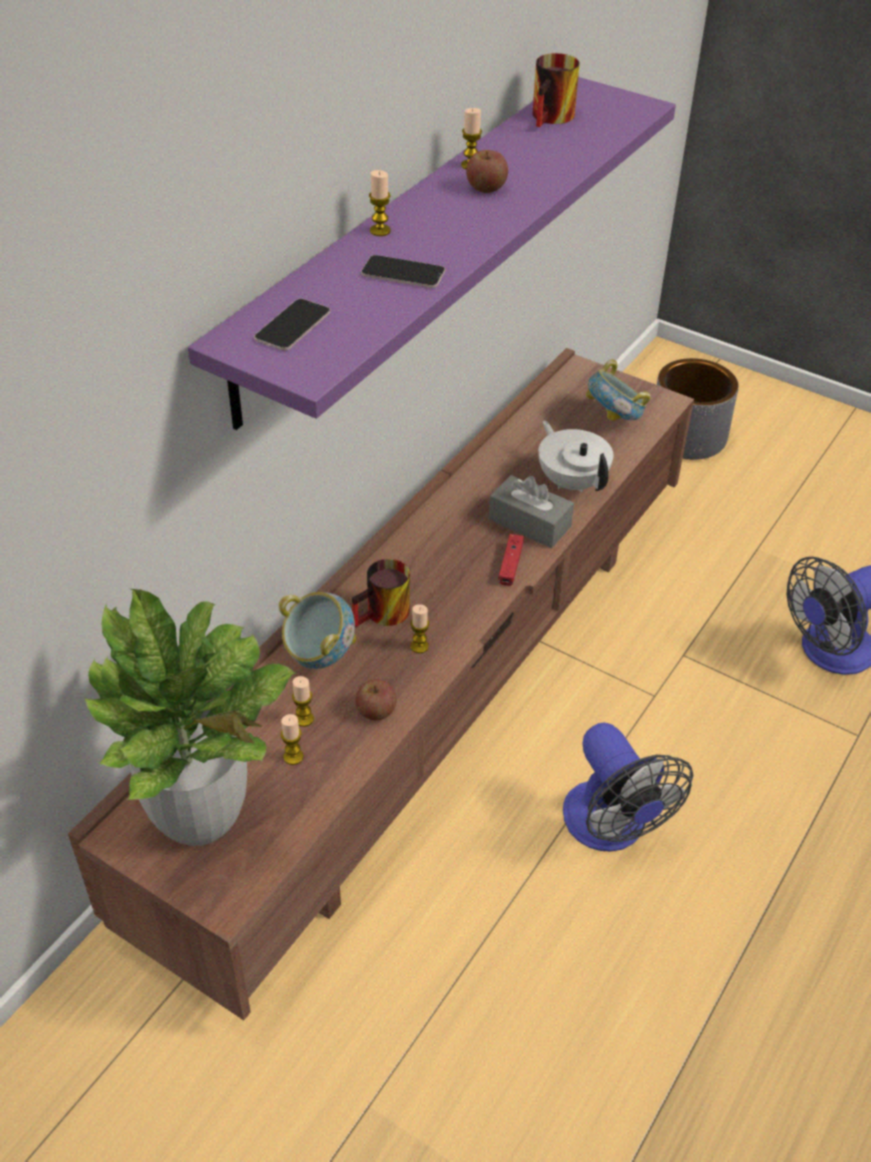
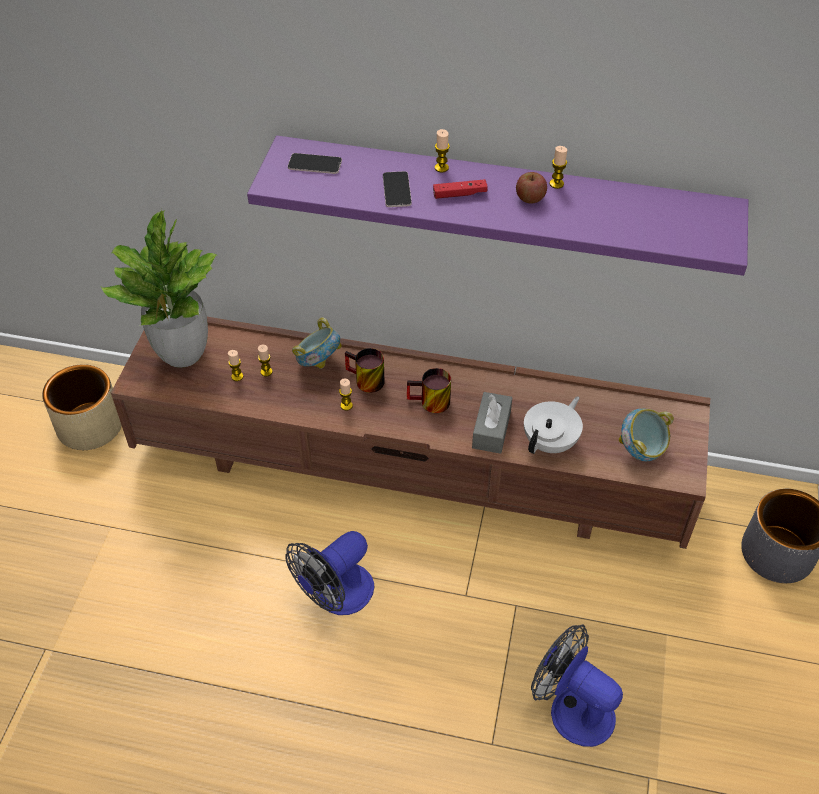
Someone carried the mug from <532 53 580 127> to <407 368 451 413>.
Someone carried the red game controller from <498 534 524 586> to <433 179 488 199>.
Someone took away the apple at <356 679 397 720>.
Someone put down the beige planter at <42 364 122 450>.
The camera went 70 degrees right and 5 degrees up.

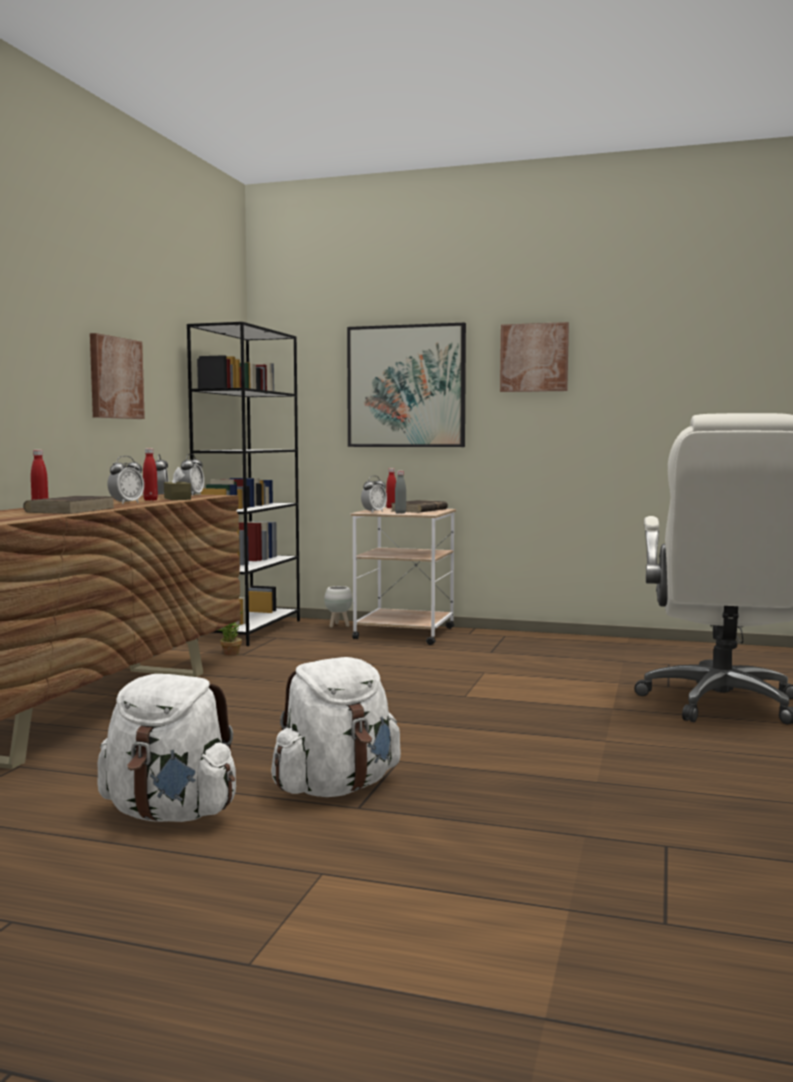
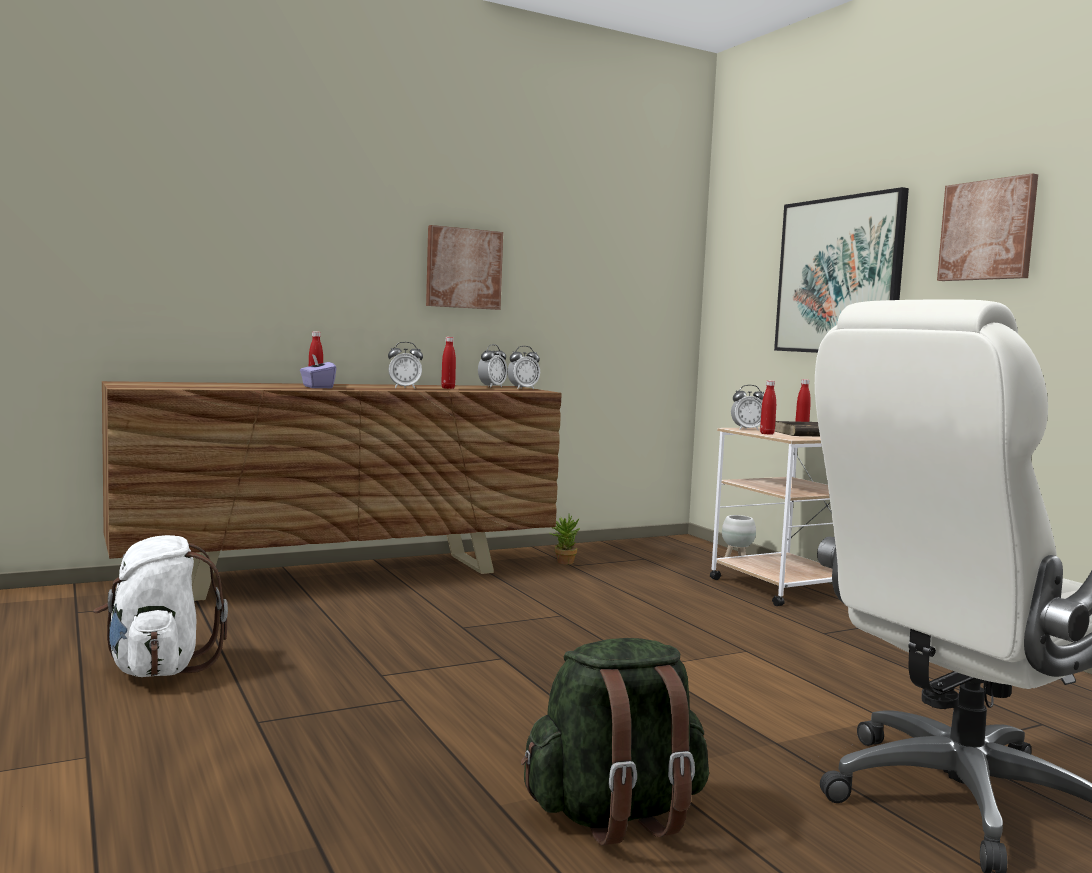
Someone took away the white bookcase at <187 322 300 646>.
Someone took away the brown tissue box at <164 467 191 500>.
Someone repainted the grey bottle at <395 471 406 514>, which became the red bottle at <760 380 776 435>.
Someone swapped the brown book at <23 496 114 514> for the purple tissue box at <300 354 336 388>.
Someone took away the white backpack at <271 657 401 797>.
Someone put down the green backpack at <521 638 709 845>.
The camera went 45 degrees right and 0 degrees up.

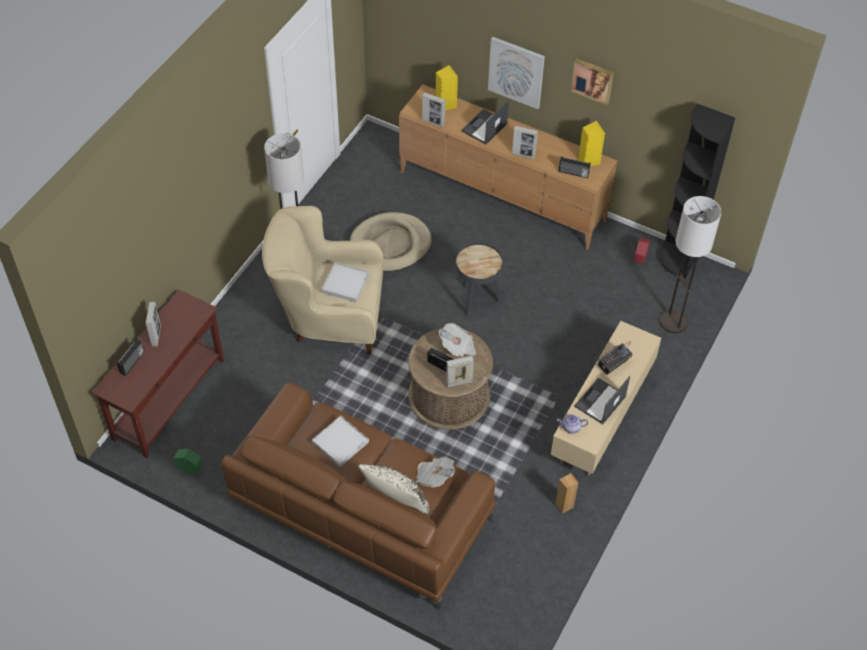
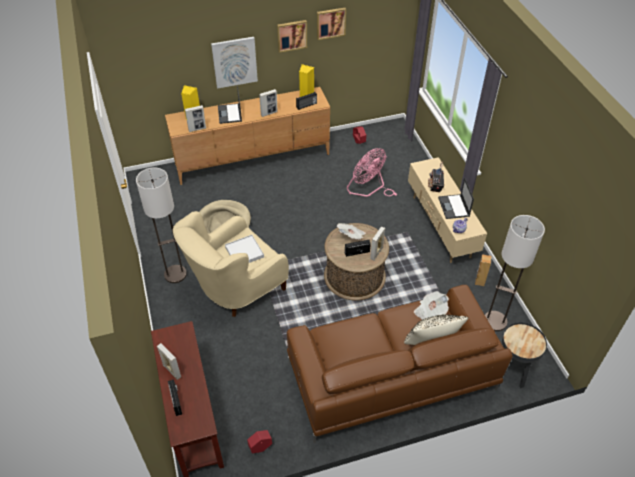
Someone took away the black bookcase at <660 104 735 279>.
Someone carried the floor lamp from <660 196 722 333> to <485 215 545 331>.
Someone carried the black side table from <456 243 503 316> to <502 323 547 388>.
Someone took away the white tray at <312 416 369 467>.
Someone repainted the green planter at <173 449 203 474>, which became the red planter at <247 430 272 454>.
Someone put up the picture at <317 8 346 40>.
Someone put down the pink fan at <347 148 397 197>.
The camera went 45 degrees left and 5 degrees down.

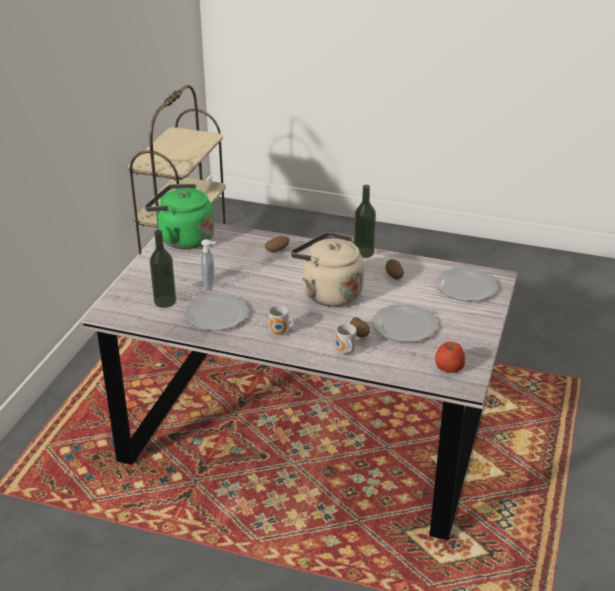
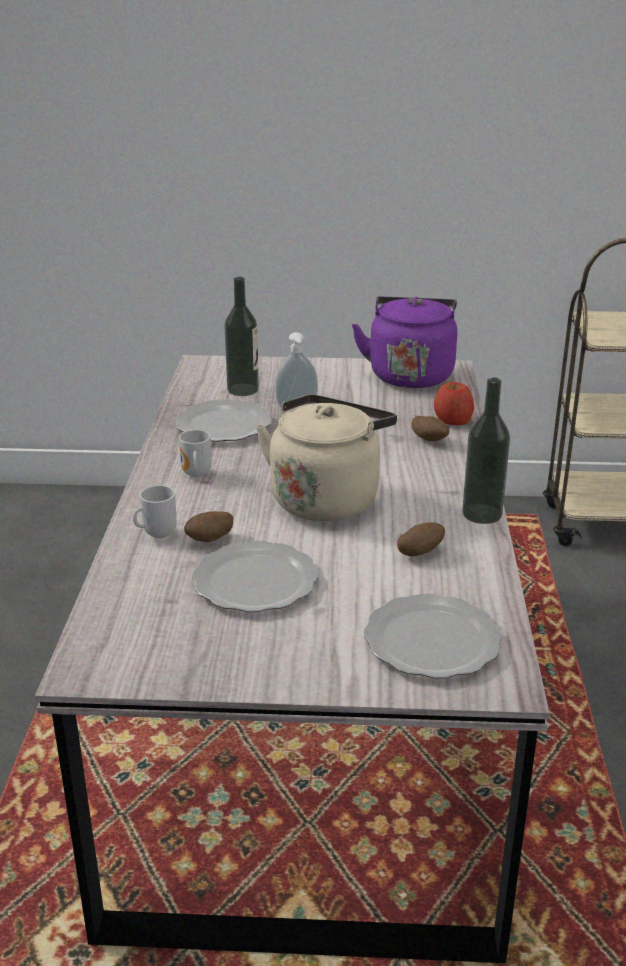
Someone repainted the green kettle at <145 184 214 249>, which became the purple kettle at <352 297 457 388>.
Someone carried the apple from <435 342 465 373> to <434 382 474 426>.
The camera went 75 degrees right and 5 degrees down.

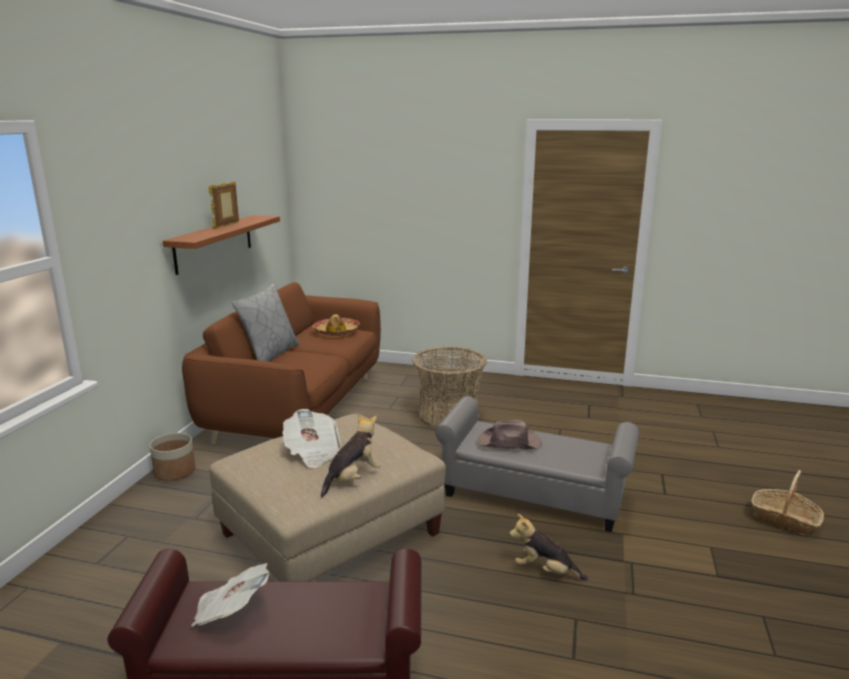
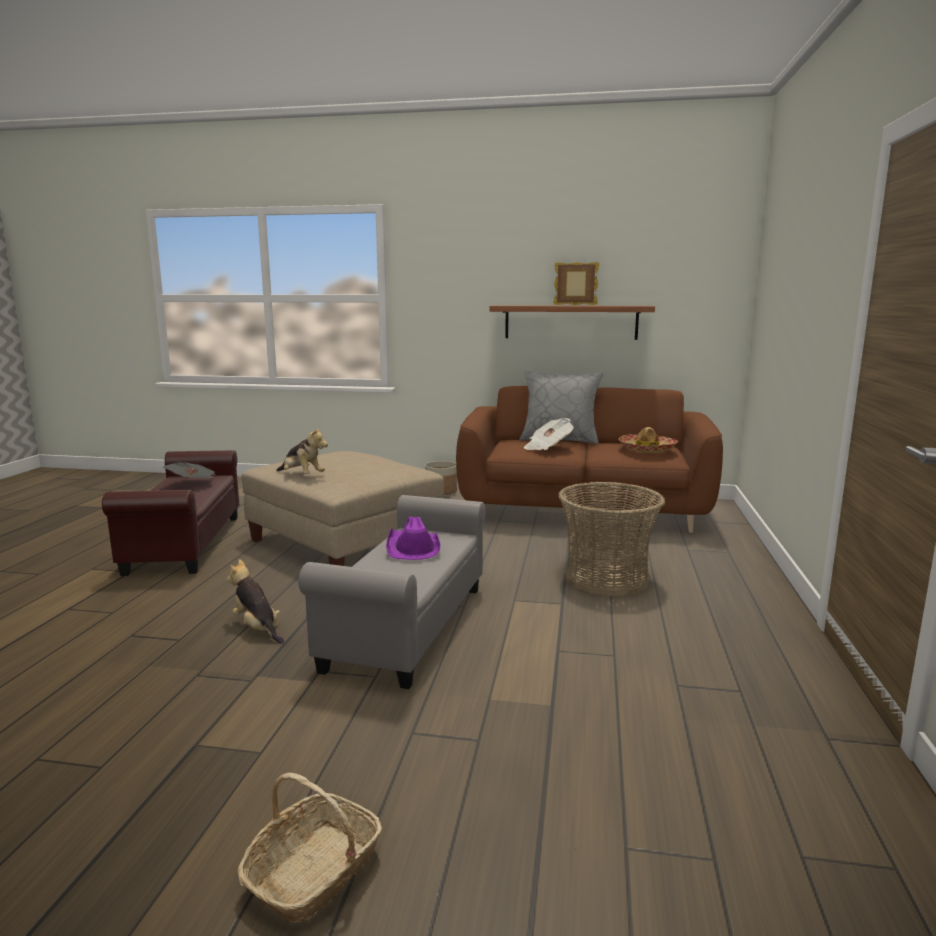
Someone carried the newspaper from <282 409 341 468> to <524 418 574 450>.
Someone repainted the brown hat at <477 420 542 450>, which became the purple hat at <386 517 440 560>.
Someone rotated the plush toy at <509 513 588 580> by 60 degrees counterclockwise.
The camera went 85 degrees right and 5 degrees down.

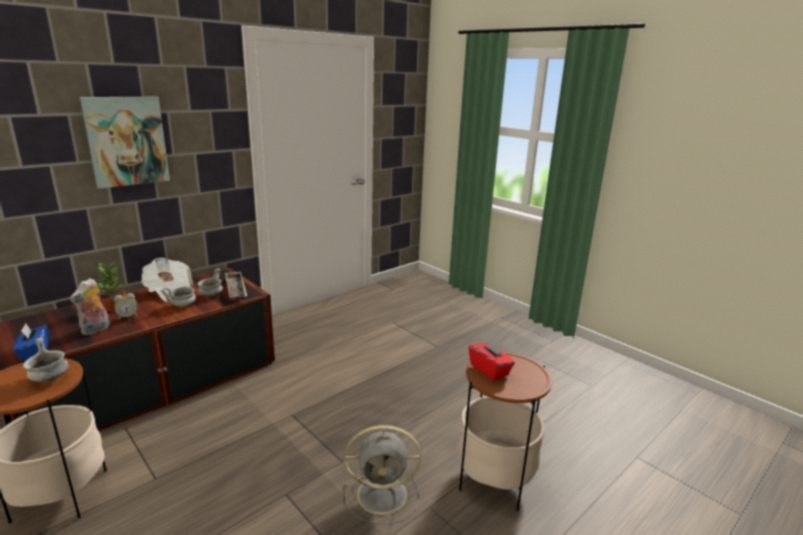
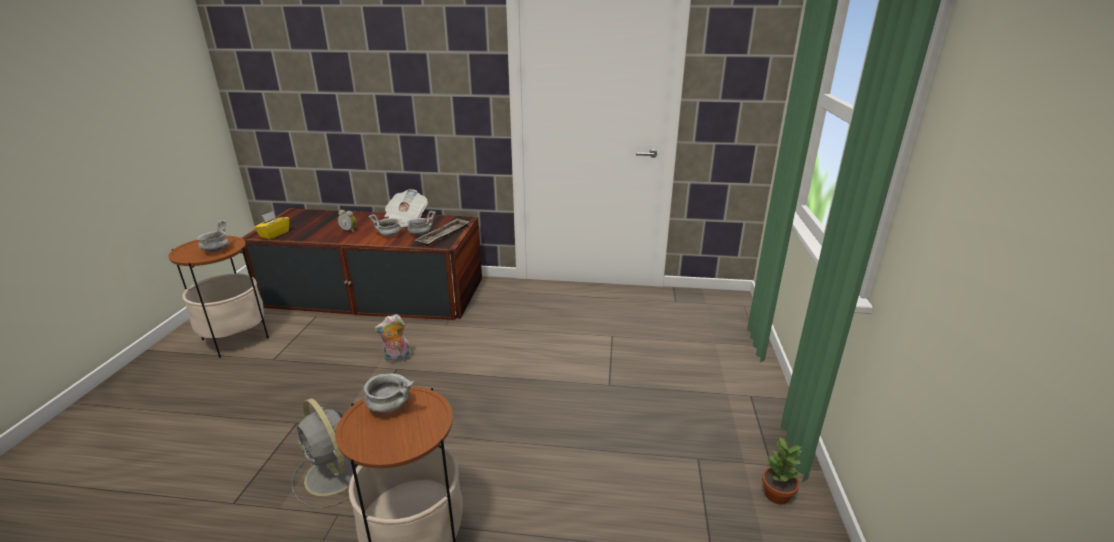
Someone took away the picture at <80 97 170 189>.
Someone carried the potted plant from <95 262 126 311> to <762 436 803 505>.
Someone carried the plush toy from <70 278 110 336> to <374 314 411 363>.
Someone repainted the blue tissue box at <13 324 49 361>, which became the yellow tissue box at <254 211 289 239>.
Someone swapped the red tissue box at <469 338 515 381> for the grey bowl at <364 374 414 413>.
The camera went 50 degrees right and 5 degrees up.

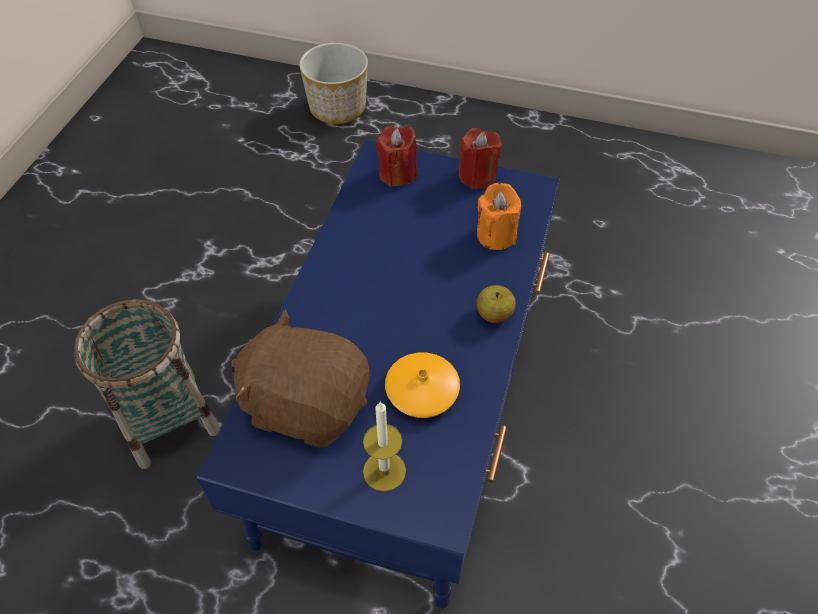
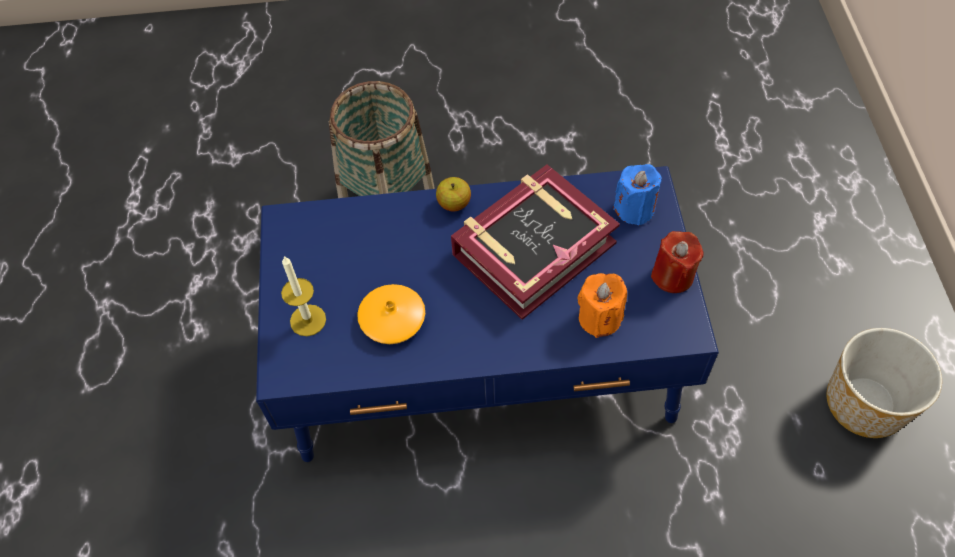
Someone carried the planter from <299 43 368 124> to <827 328 942 438>.
Someone repainted the red candle at <376 126 417 187>, which became the blue candle at <613 164 662 226>.
Someone carried the apple from <477 285 516 323> to <436 177 471 212>.
Someone took away the brown plush toy at <231 309 370 448>.
Someone put down the book at <451 164 620 320>.
The camera went 70 degrees right and 5 degrees up.

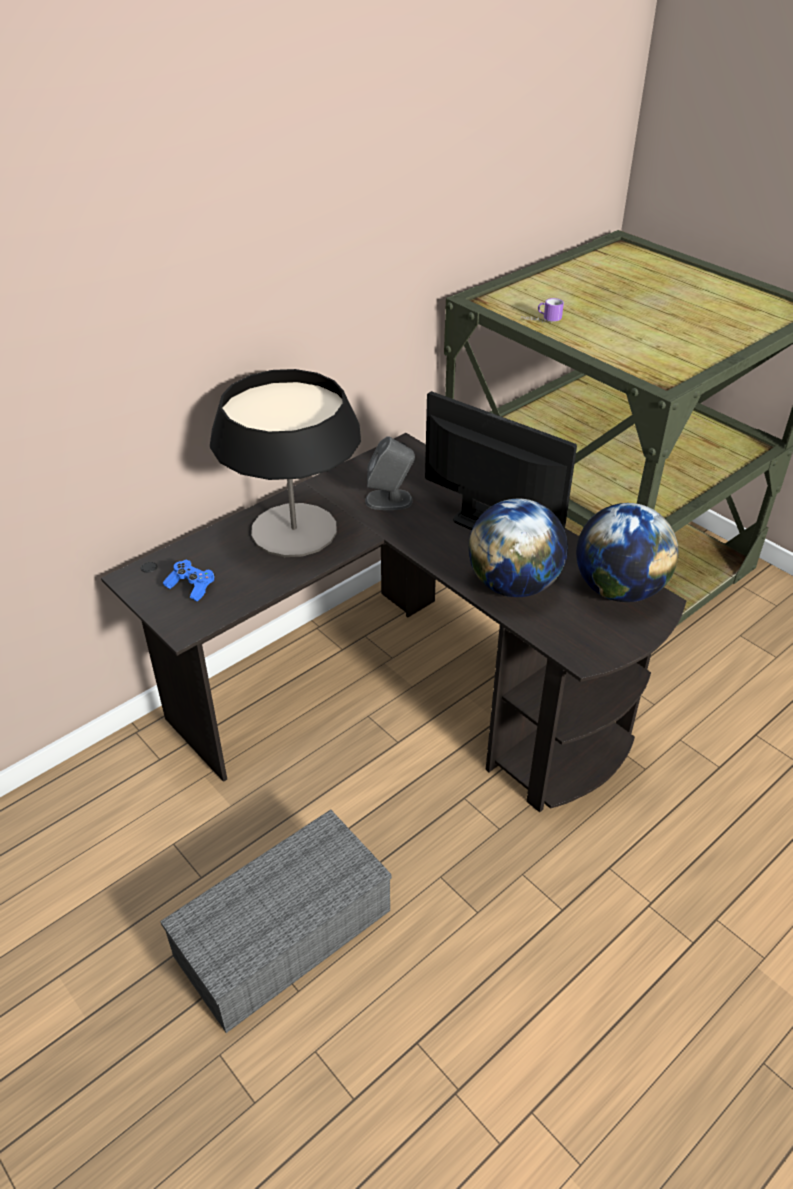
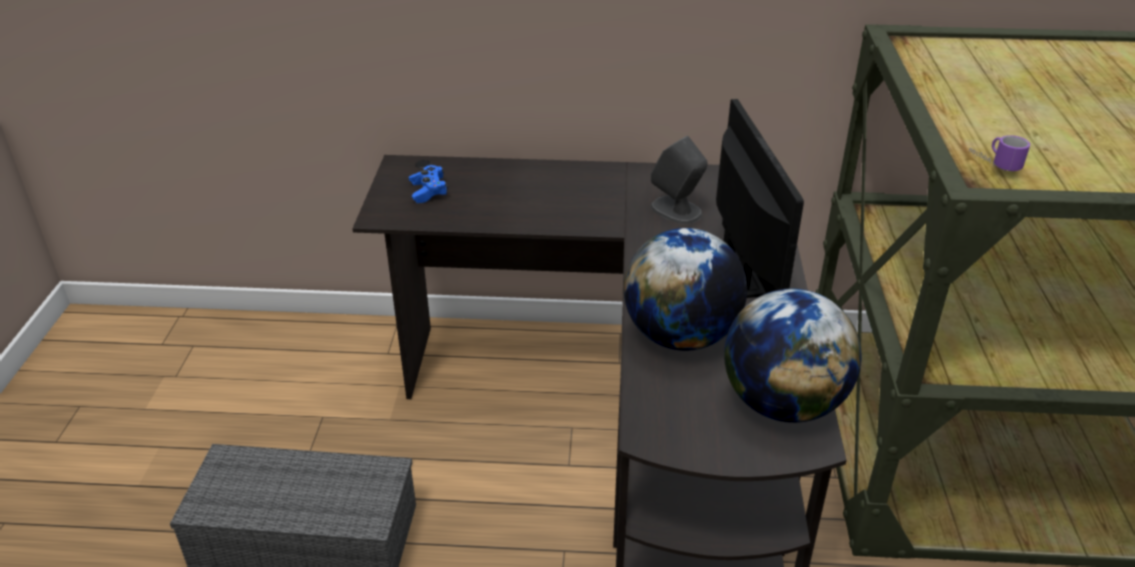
Someone carried the mug from <521 298 564 323> to <969 135 1030 171>.
Someone took away the table lamp at <210 369 361 557>.
The camera went 45 degrees right and 5 degrees down.

